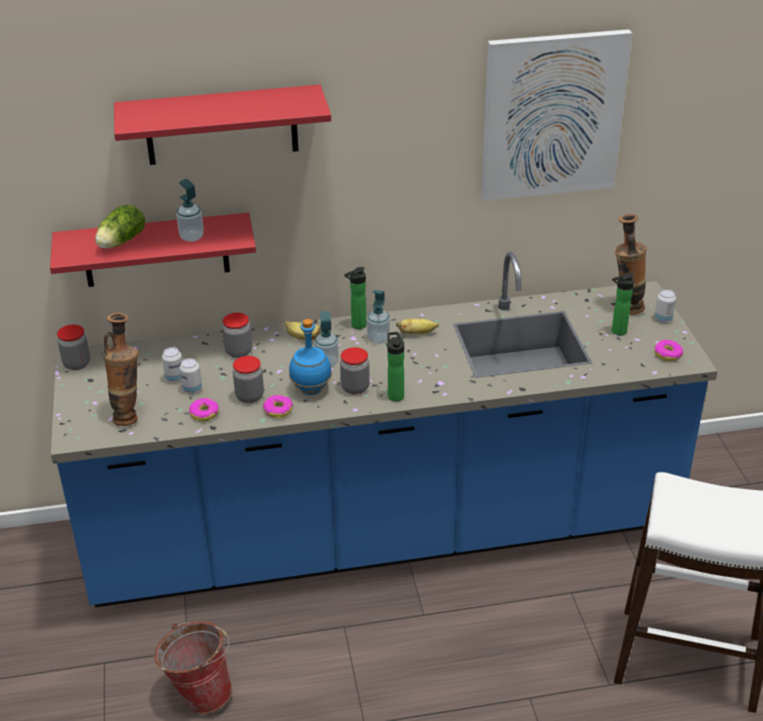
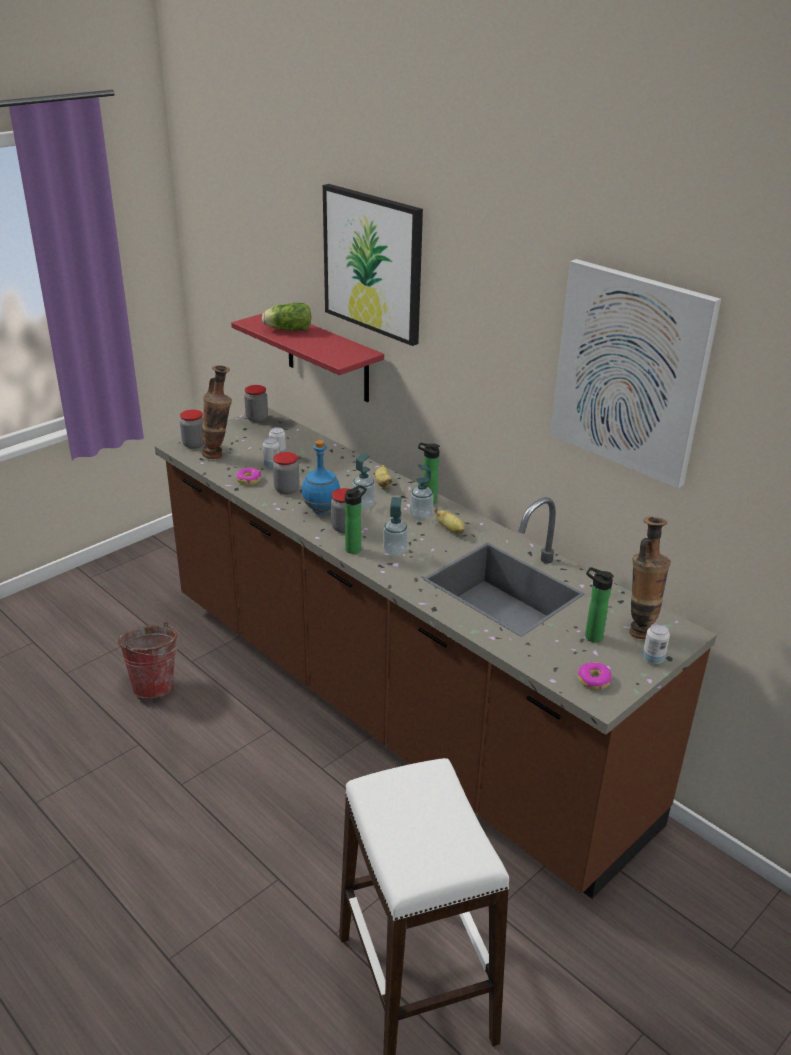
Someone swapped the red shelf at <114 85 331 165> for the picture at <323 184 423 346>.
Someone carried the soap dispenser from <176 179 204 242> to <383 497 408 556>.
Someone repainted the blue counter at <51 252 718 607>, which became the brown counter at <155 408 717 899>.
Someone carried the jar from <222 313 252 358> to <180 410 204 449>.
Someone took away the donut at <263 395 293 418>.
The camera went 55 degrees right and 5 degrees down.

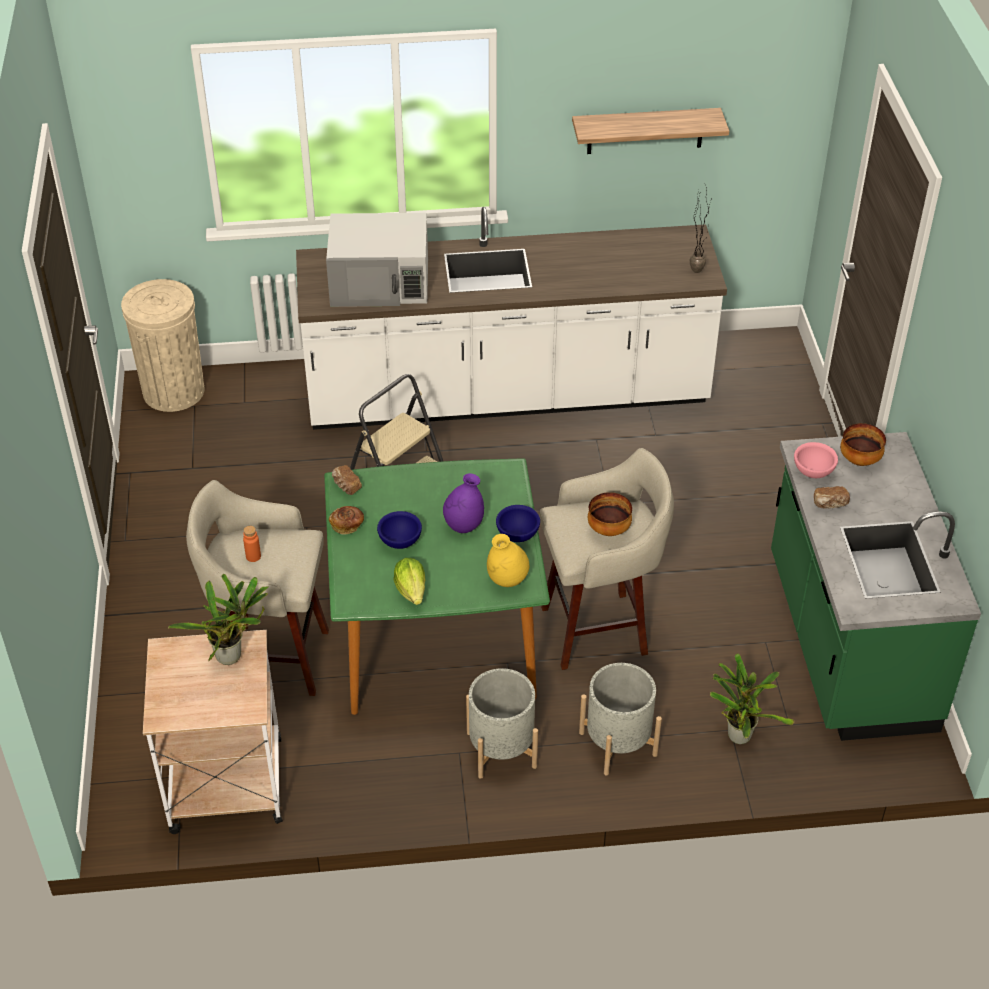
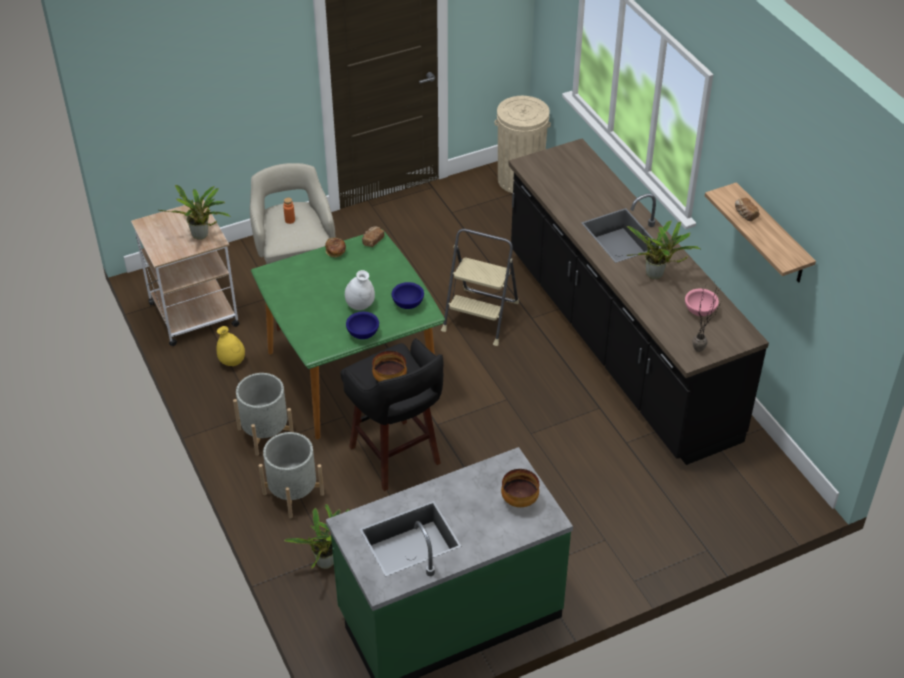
Someone repainted the white counter at <296 207 727 430>, which became the black counter at <508 139 769 465>.
Someone took away the white microwave at <326 213 428 307>.
Someone carried the pink bowl from <794 442 838 478> to <685 289 719 316>.
Someone repainted the beige stool at <540 448 674 670>, which became the black stool at <341 338 443 491>.
Someone repainted the purple vase at <443 473 484 533>, which became the white vase at <345 270 375 310>.
Someone carried the bread from <814 486 850 509> to <735 198 760 221>.
Someone carried the blue bowl from <377 511 422 549> to <392 282 424 309>.
Someone carried the yellow vase from <487 534 529 587> to <217 326 245 366>.
Someone took away the lettuce at <393 558 425 605>.
Someone put down the potted plant at <626 220 700 279>.
The camera went 70 degrees right and 0 degrees up.

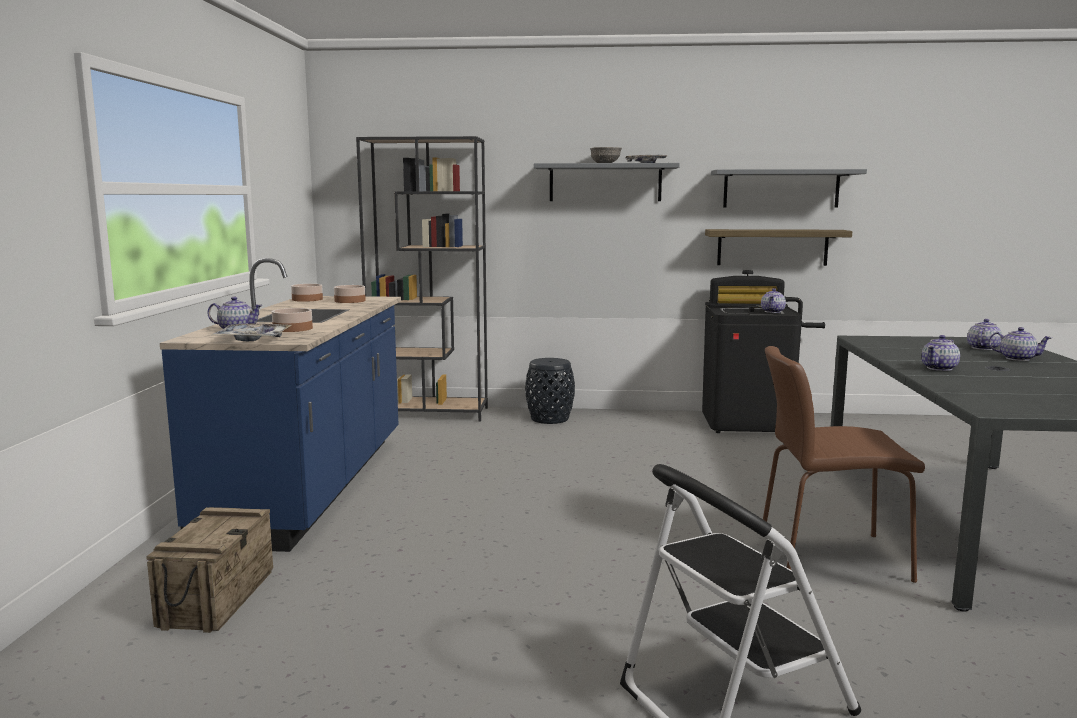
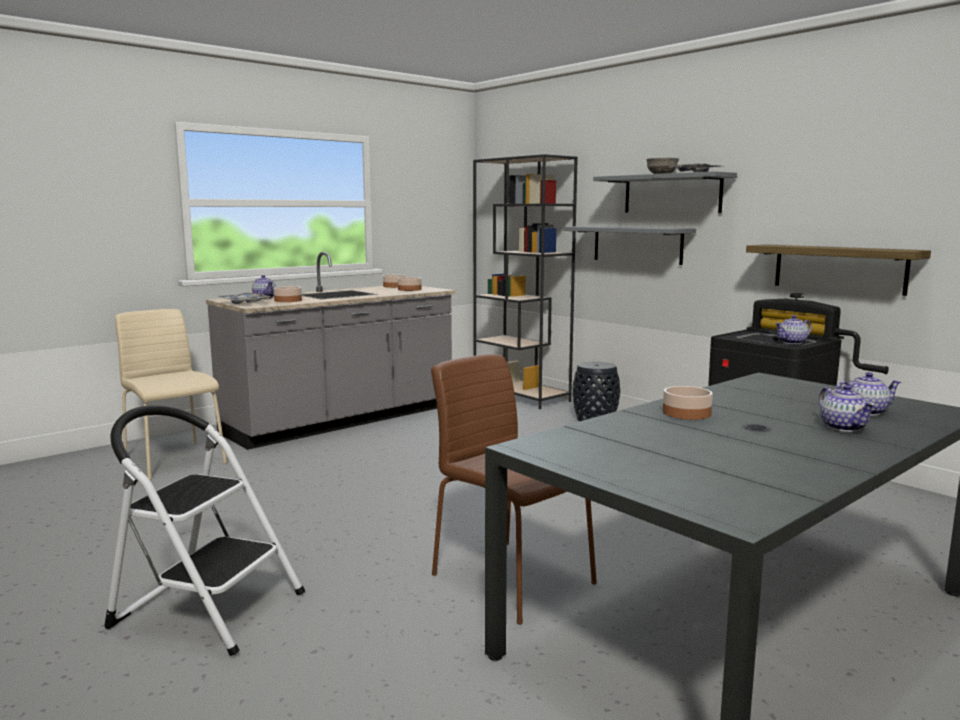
Someone carried the grey shelf from <711 169 867 208> to <563 226 696 265>.
Someone repainted the blue counter at <160 258 401 552>, which became the grey counter at <206 252 456 450>.
Someone swapped the teapot at <921 335 960 371> for the bowl at <663 386 713 420>.
Someone swapped the crate at <146 507 273 633> for the beige chair at <115 309 227 480>.
The camera went 45 degrees right and 0 degrees up.

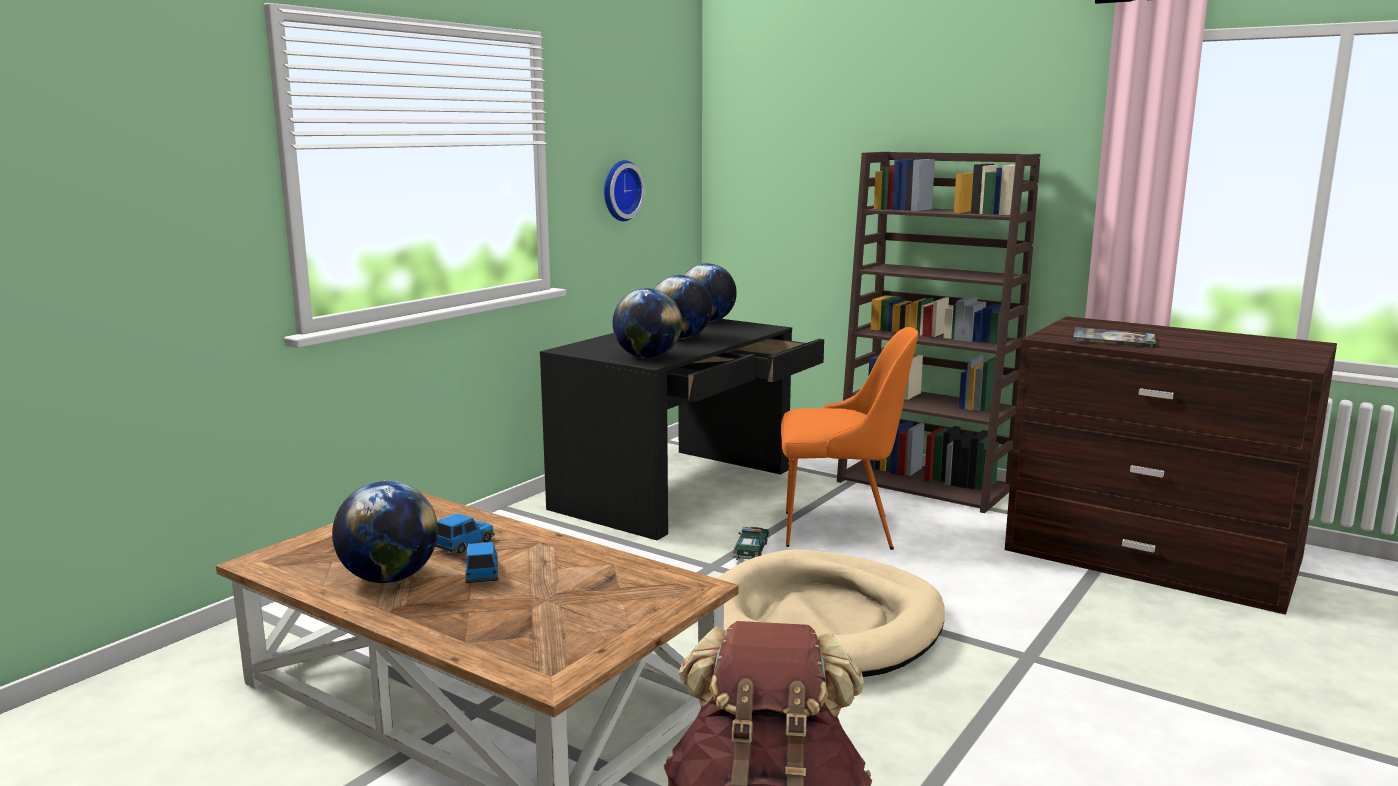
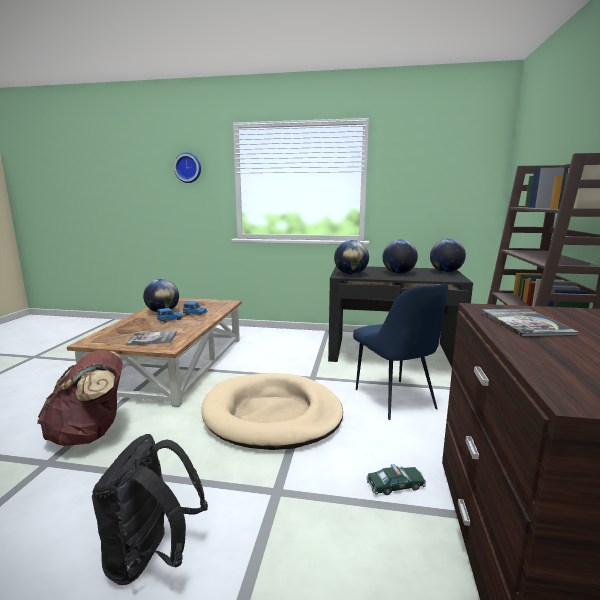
Someone carried the wall clock from <604 160 645 221> to <174 152 201 183>.
Someone repainted the orange chair at <781 327 918 550>, which became the blue chair at <353 284 448 420>.
Someone carried the toy car from <732 527 770 560> to <366 464 426 495>.
Someone put down the book at <126 331 177 346>.
Someone put down the black backpack at <92 434 208 586>.
The camera went 65 degrees right and 0 degrees up.

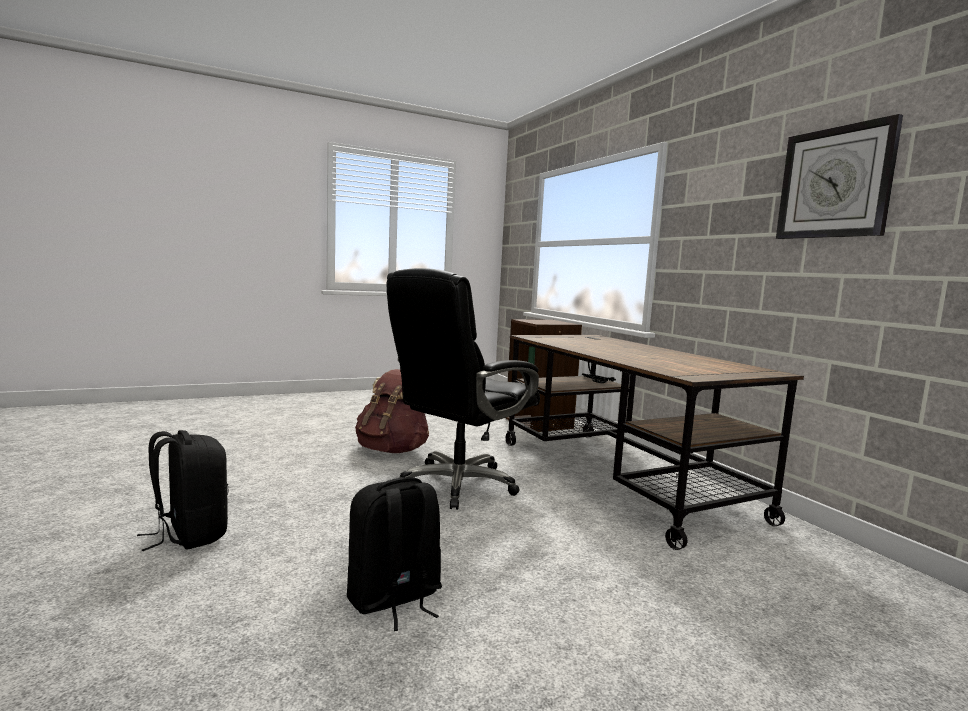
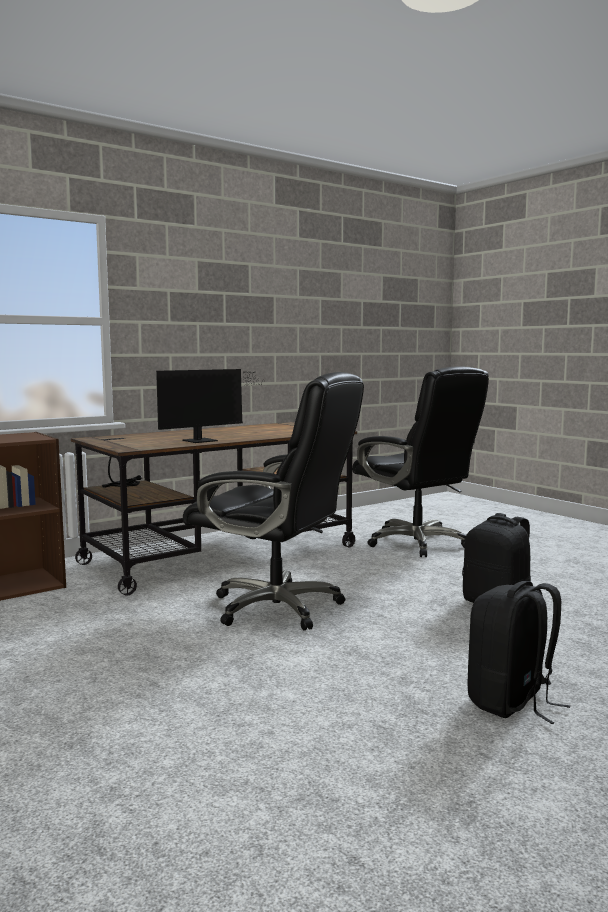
Someone took away the wall clock at <776 114 903 239>.
Someone took away the brown backpack at <355 369 429 453>.
Someone put down the black office chair at <352 366 489 557>.
Someone put down the monitor at <156 369 266 443>.
The camera went 100 degrees left and 0 degrees up.

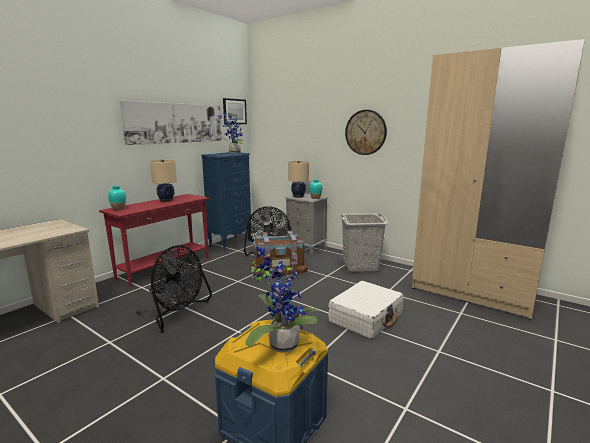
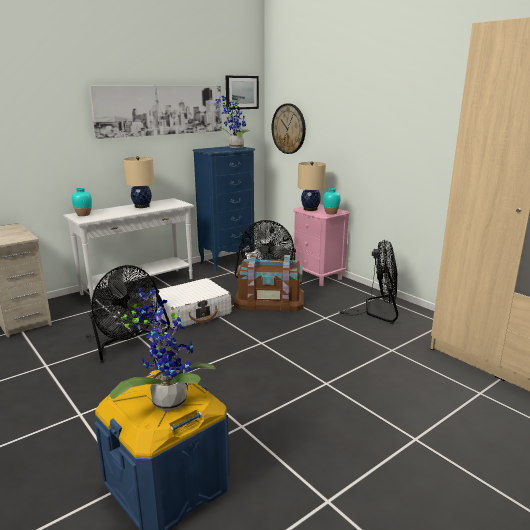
Someone carried the wall clock from <345 110 387 155> to <272 103 306 154>.
Someone repainted the red console table at <99 194 209 288>, which became the white console table at <63 198 194 306>.
Someone repainted the grey nightstand at <285 194 328 254>, which became the pink nightstand at <293 204 350 286>.
Someone swapped the grey laundry basket at <339 213 389 272> for the black fan at <338 240 398 325>.
Someone carried the white suitcase from <328 281 404 339> to <152 278 232 329>.
The camera went 15 degrees right and 5 degrees up.

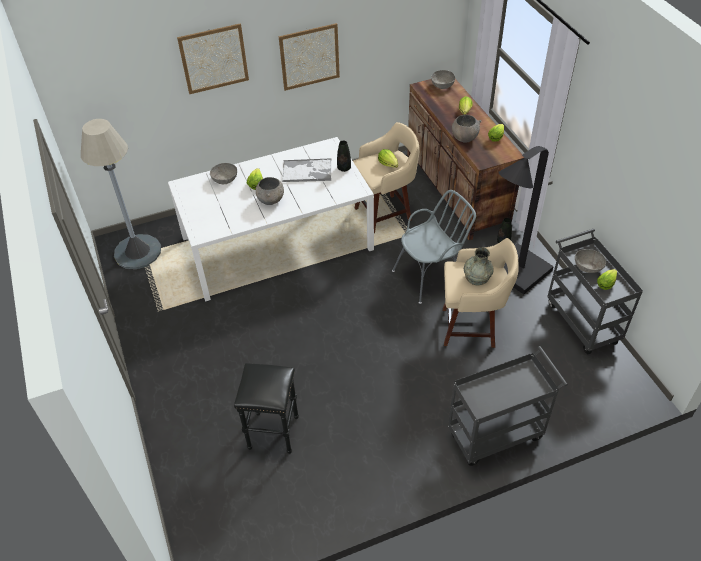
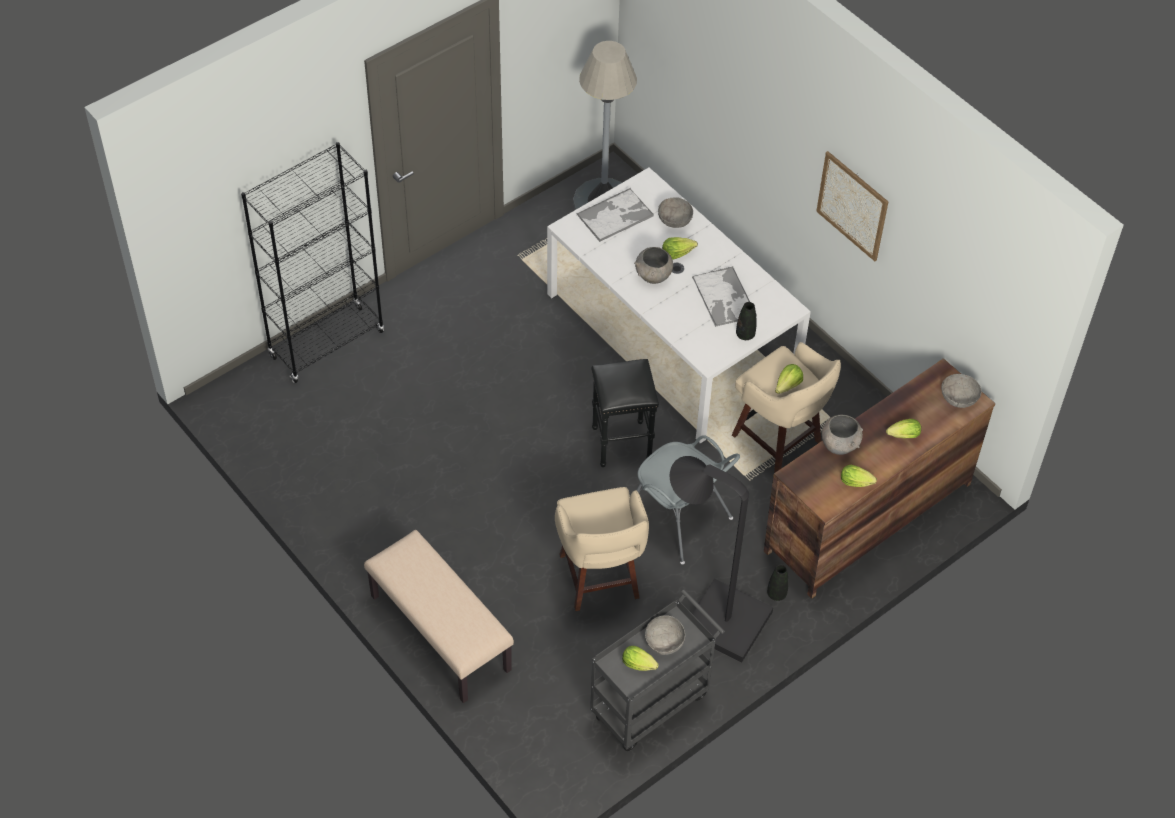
Someone took away the picture at <177 23 249 94>.
Someone took away the grey vase at <464 247 493 285>.
Someone swapped the grey cart at <448 346 568 466> for the beige bench at <364 530 514 703>.
Someone carried the black stool from <234 363 299 454> to <591 359 659 467>.
Someone put down the black bookcase at <241 142 384 383>.
Someone put down the tray at <577 188 654 242>.
The camera went 70 degrees right and 5 degrees up.

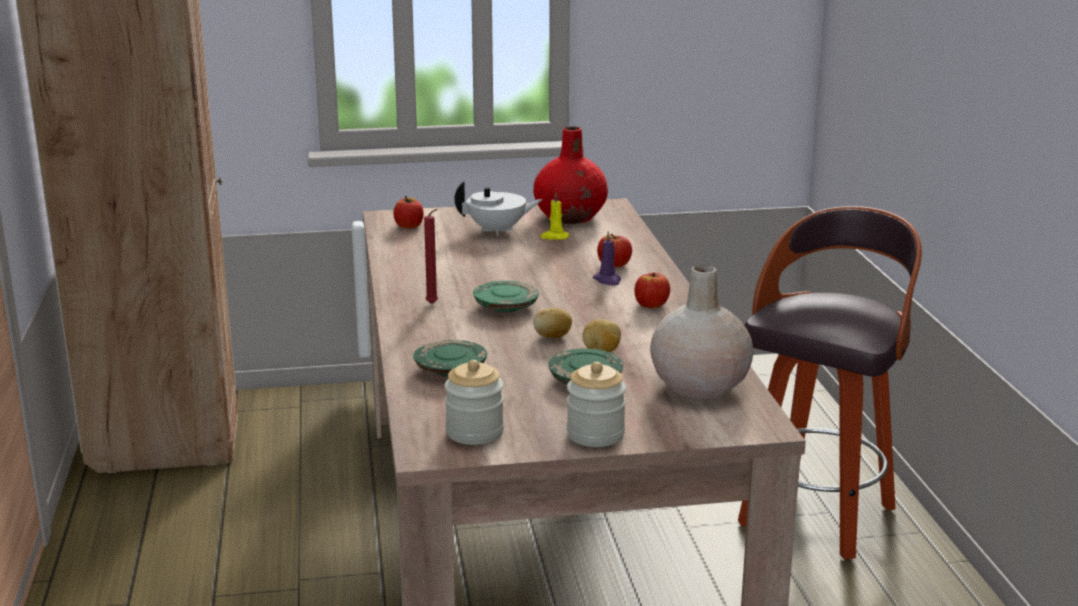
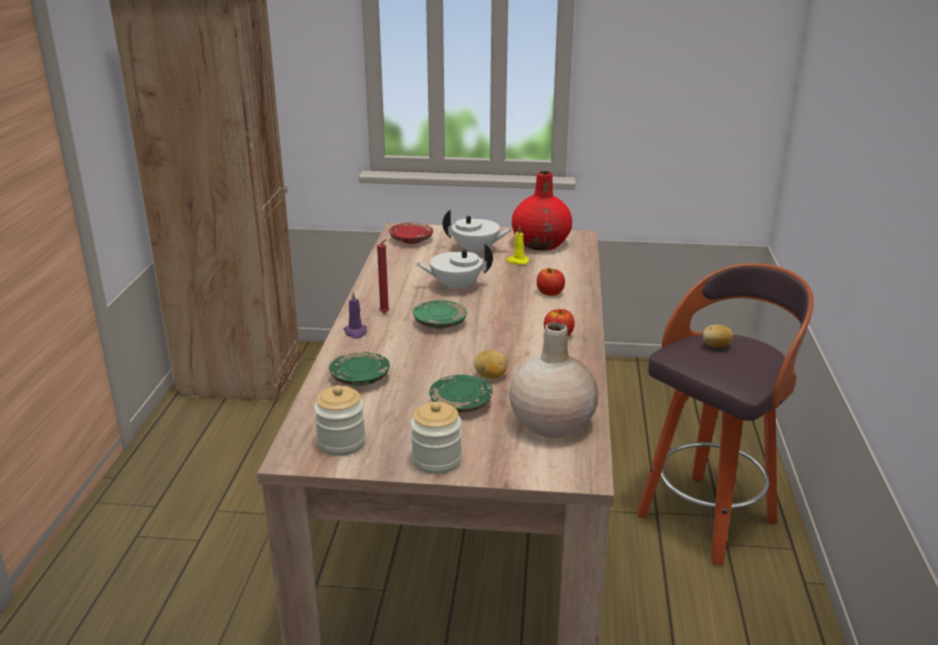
Someone swapped the apple at <393 196 424 229> for the red plate at <389 223 433 244>.
Someone carried the purple candle from <593 231 621 286> to <344 291 367 339>.
Someone carried the potato from <534 308 572 338> to <703 325 733 348>.
Someone put down the white teapot at <415 243 493 292>.
The camera went 15 degrees right and 5 degrees up.

